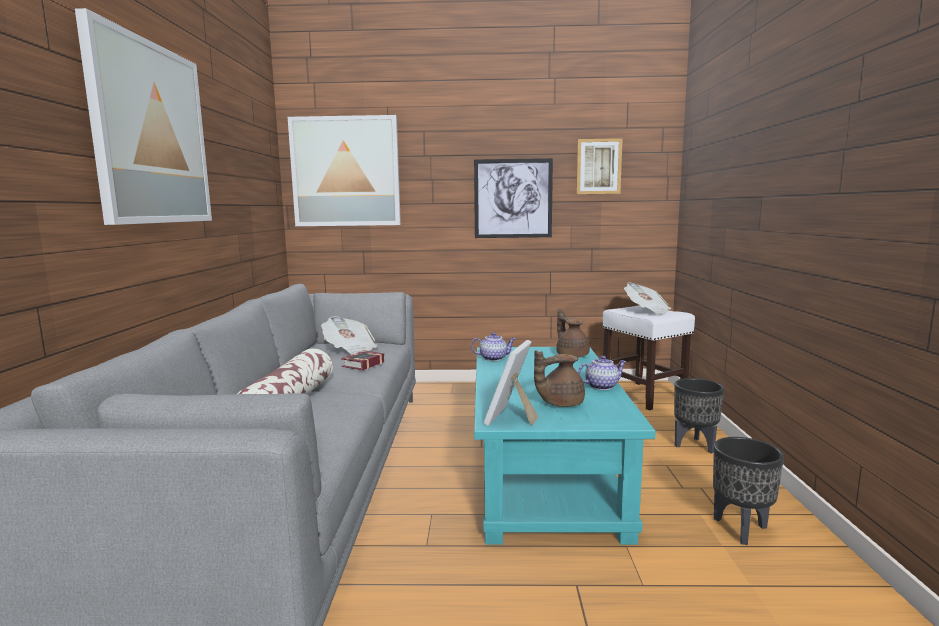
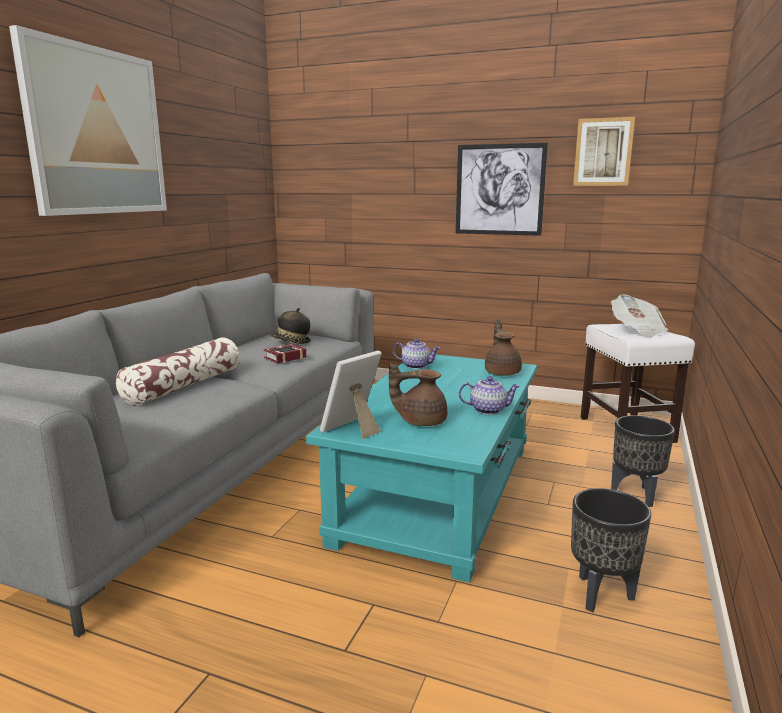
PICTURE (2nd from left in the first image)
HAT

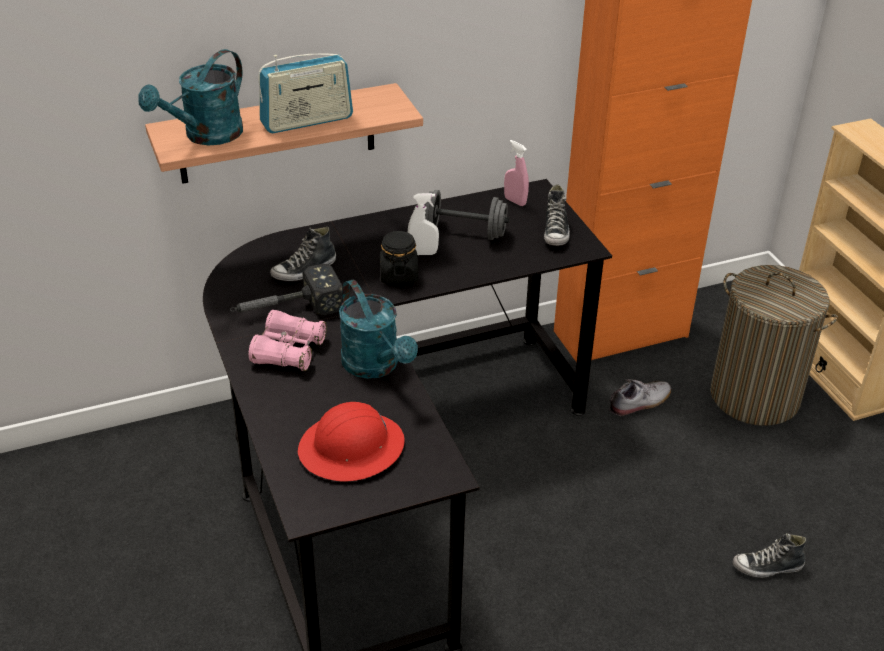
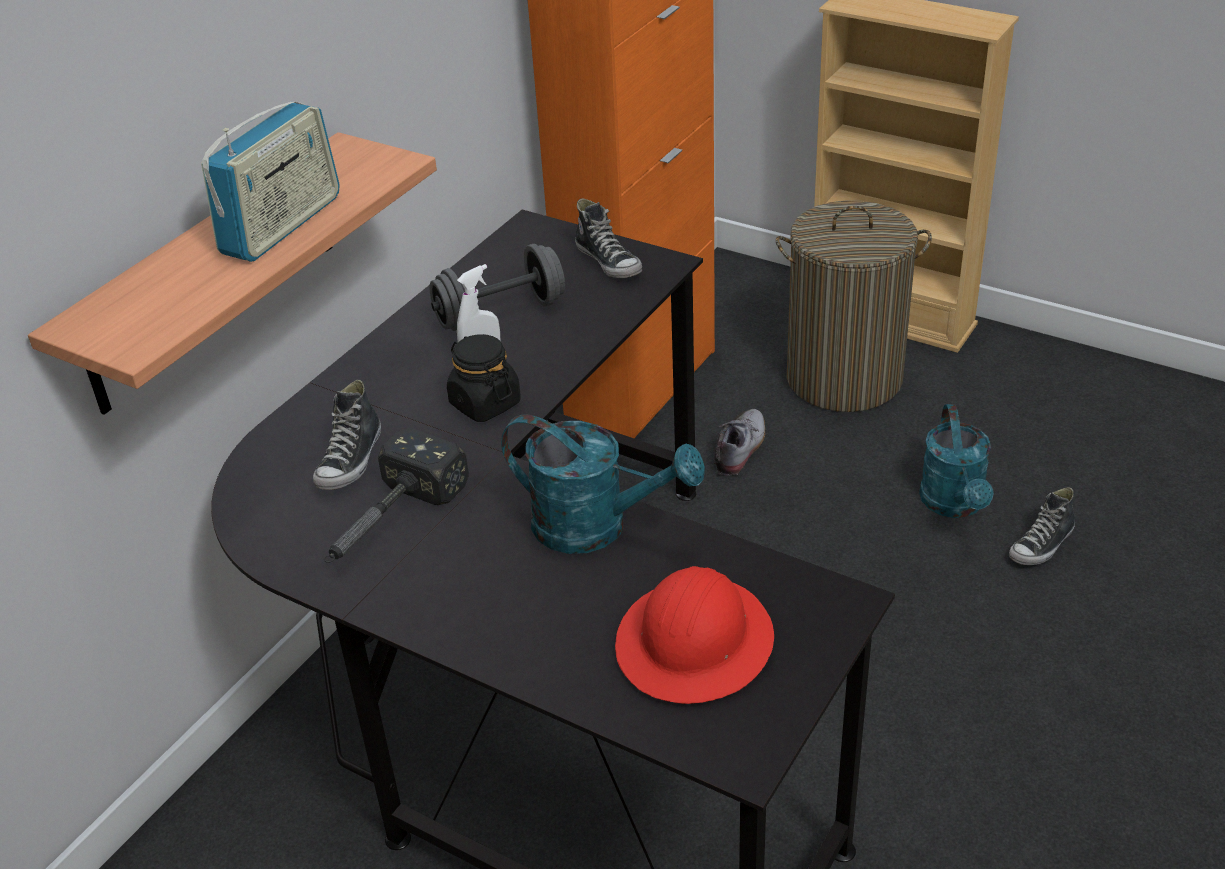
TURQUOISE WATERING CAN (2nd from left)
PINK BINOCULARS
PINK SPRAY BOTTLE

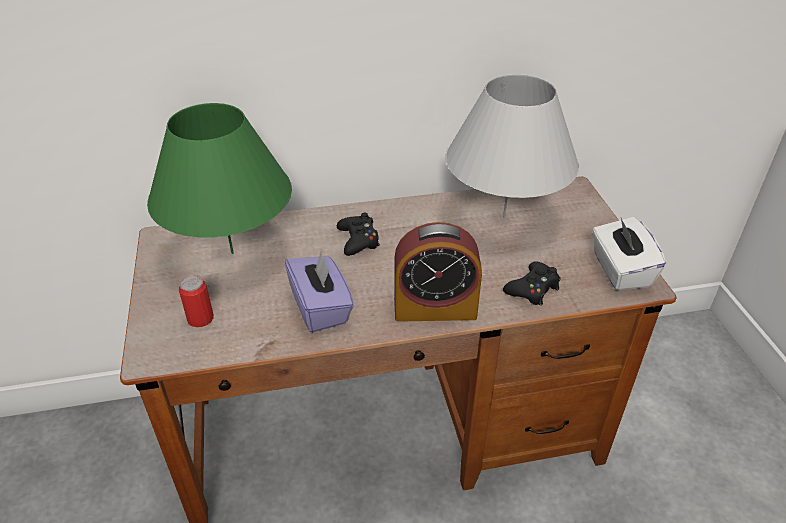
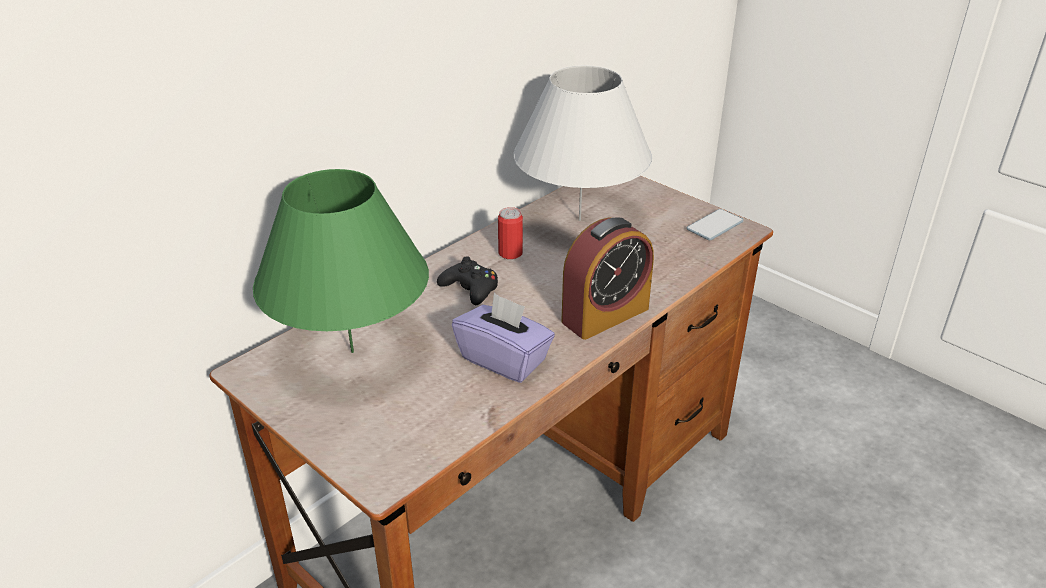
CAN
BLACK GAME CONTROLLER (2nd from left in the first image)
PHONE

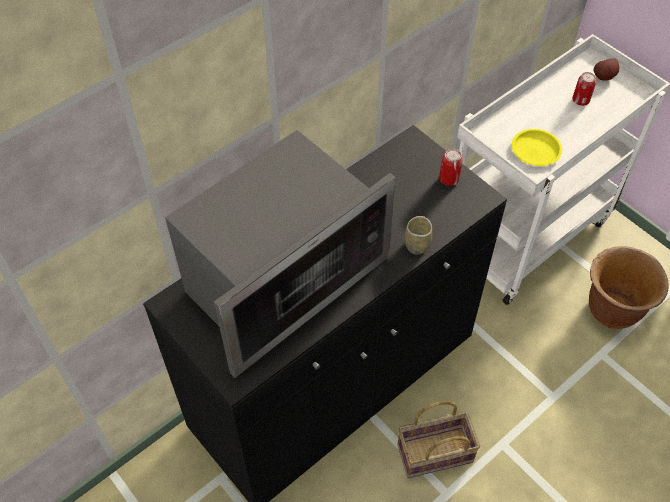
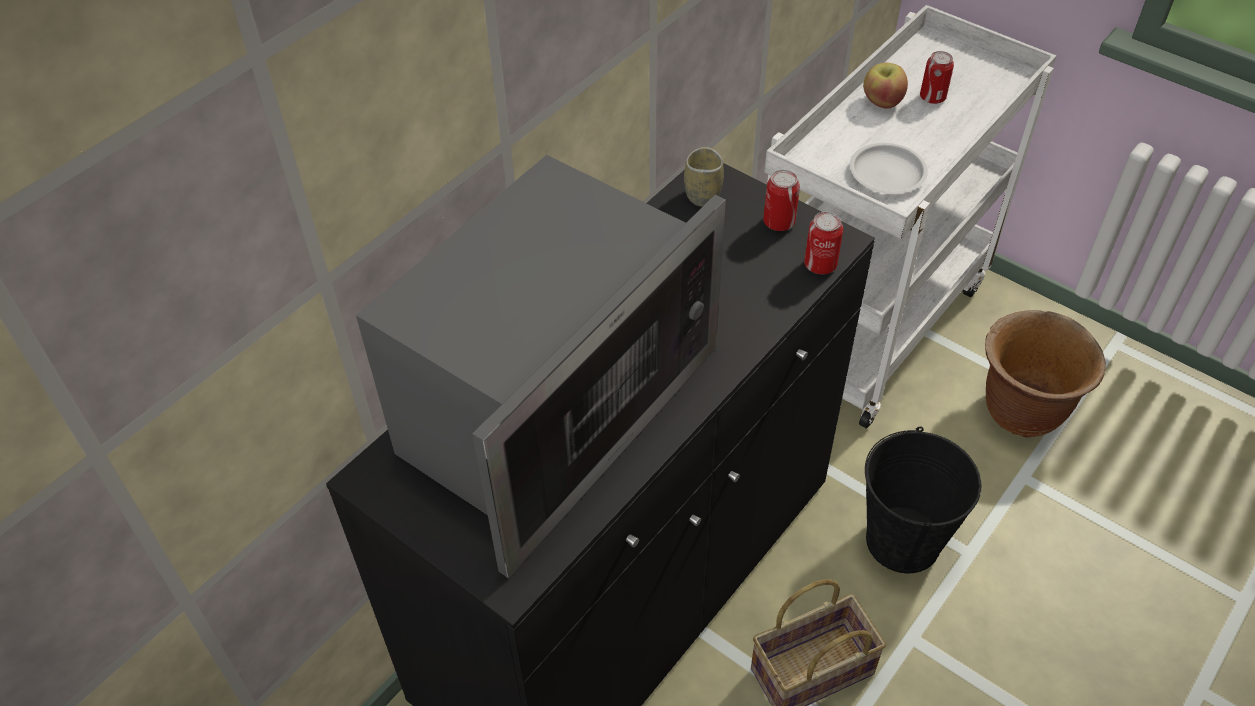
CUP
WHITE PLATE
POTATO
CAN (2nd from left)
APPLE
BLACK BUCKET

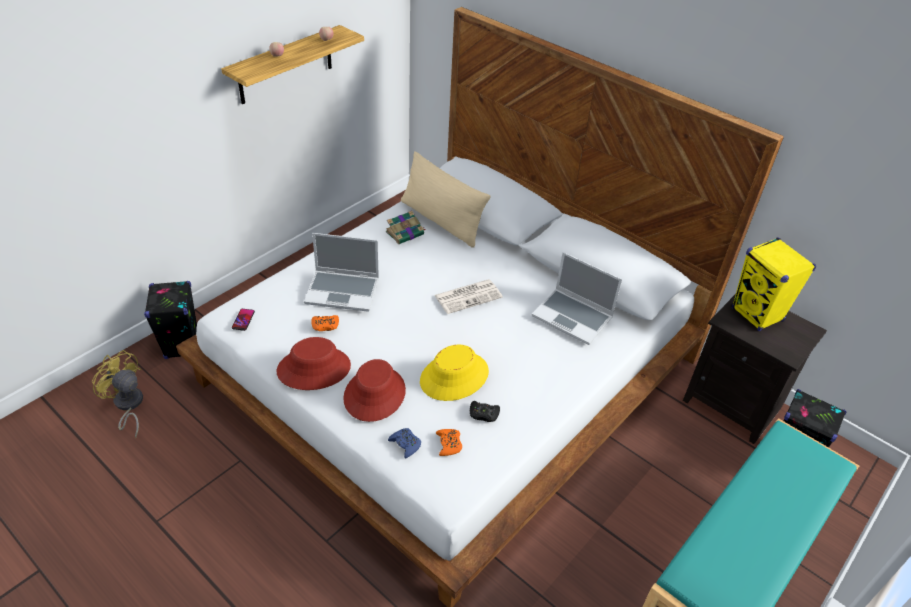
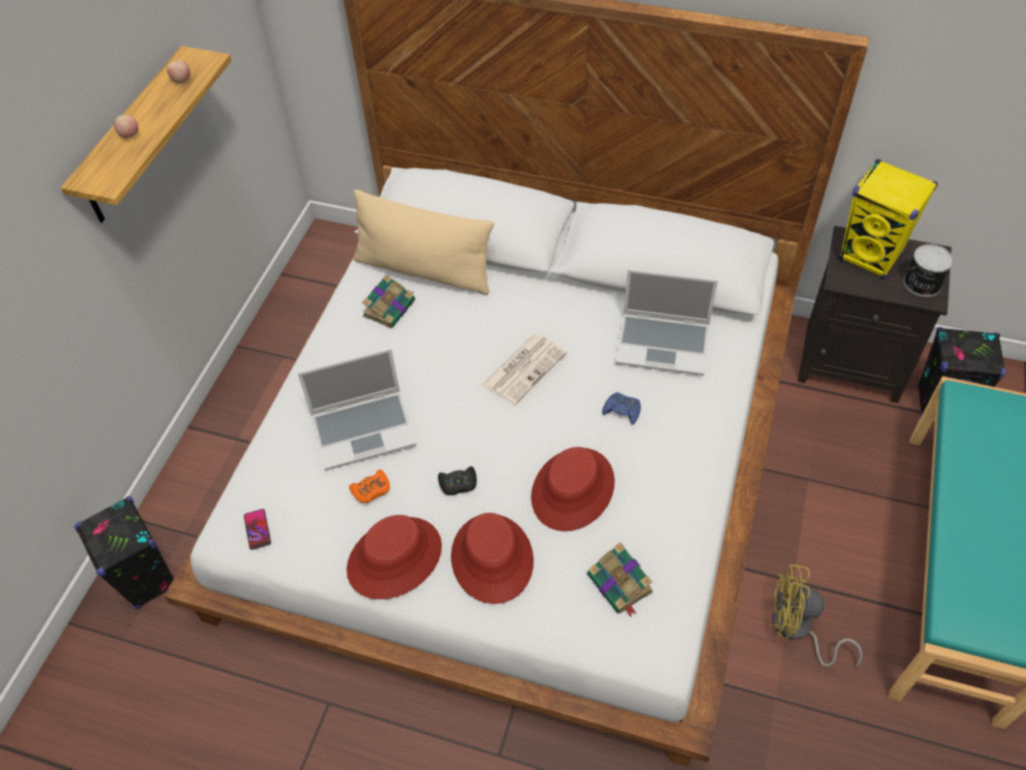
YELLOW FAN
BLUE GAME CONTROLLER
RED HAT (3rd from left)
BOOK (2nd from left)
BLACK GAME CONTROLLER
CAN

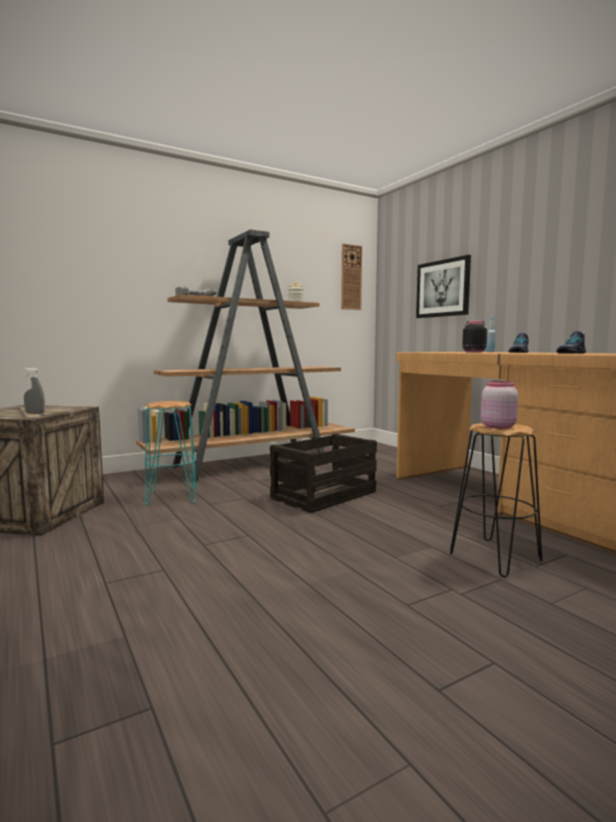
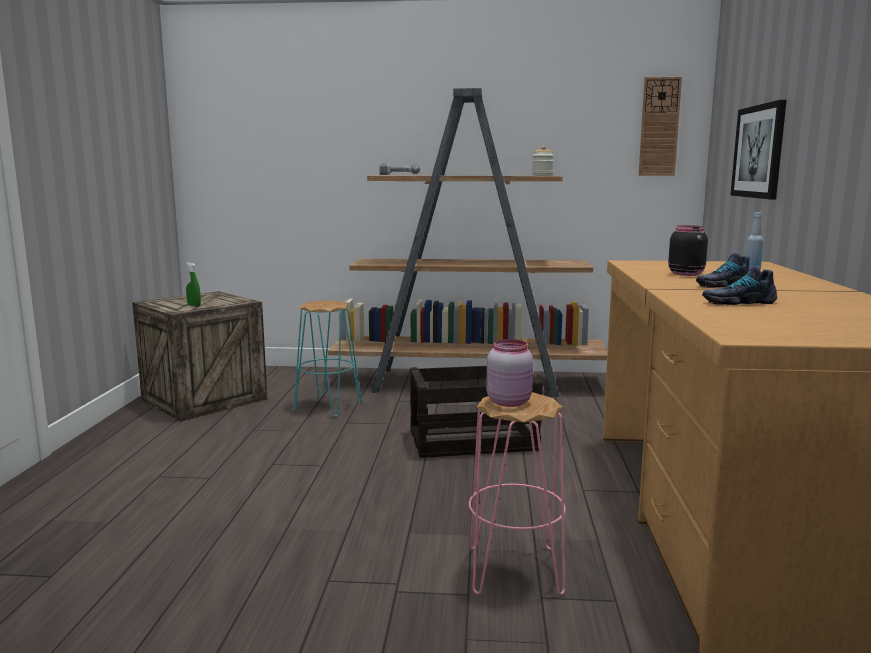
GREEN SPRAY BOTTLE
PINK STOOL

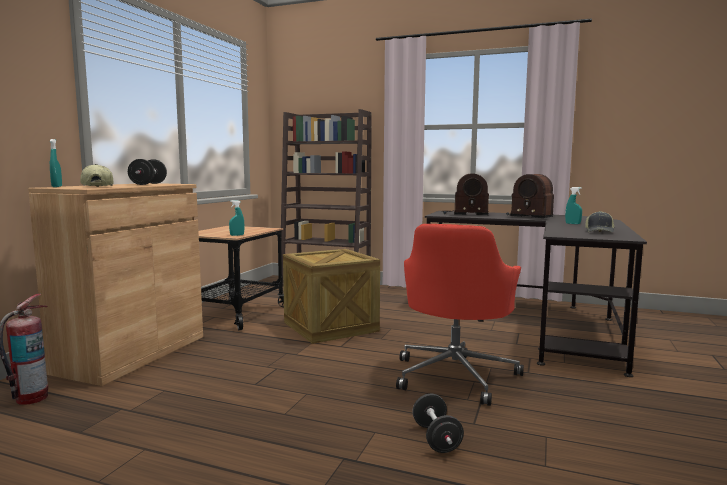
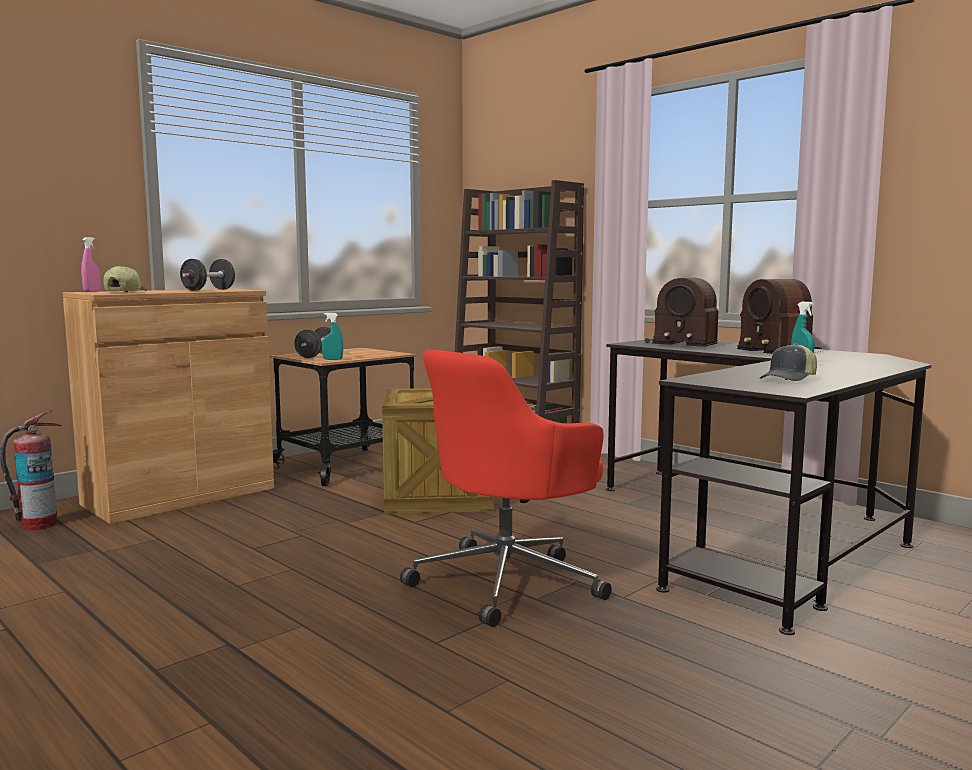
PINK SPRAY BOTTLE
BLACK DUMBBELL (2nd from left)

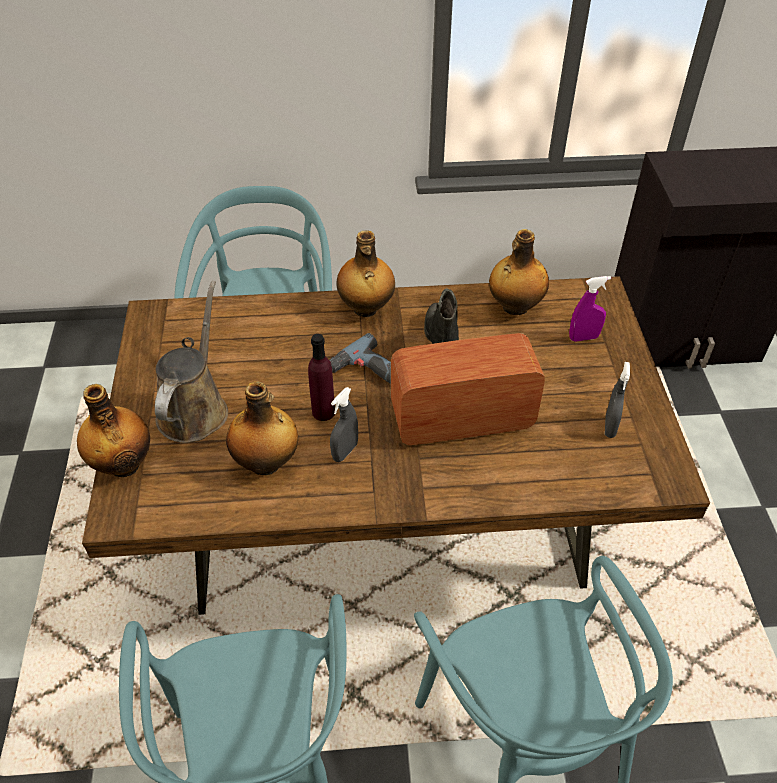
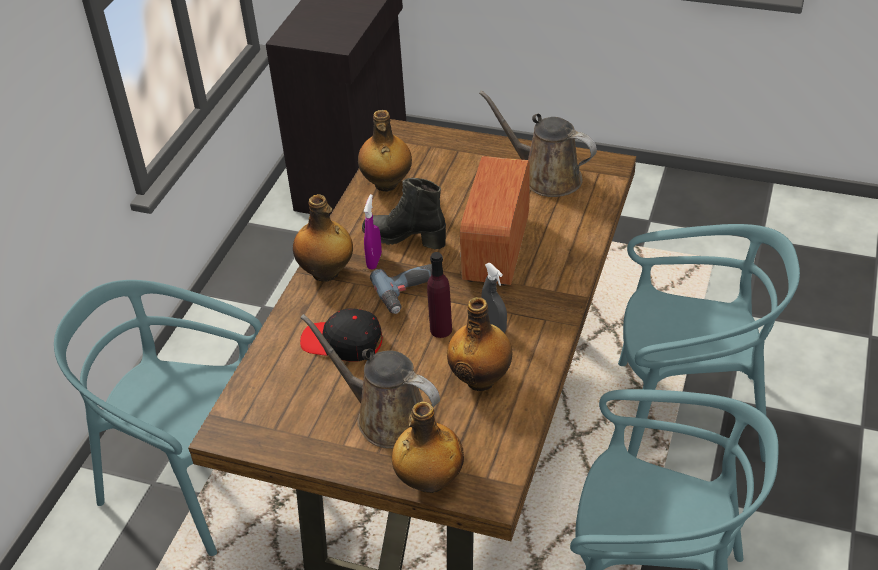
PURPLE SPRAY BOTTLE
BROWN WATERING CAN (2nd from left)
BLACK CAP

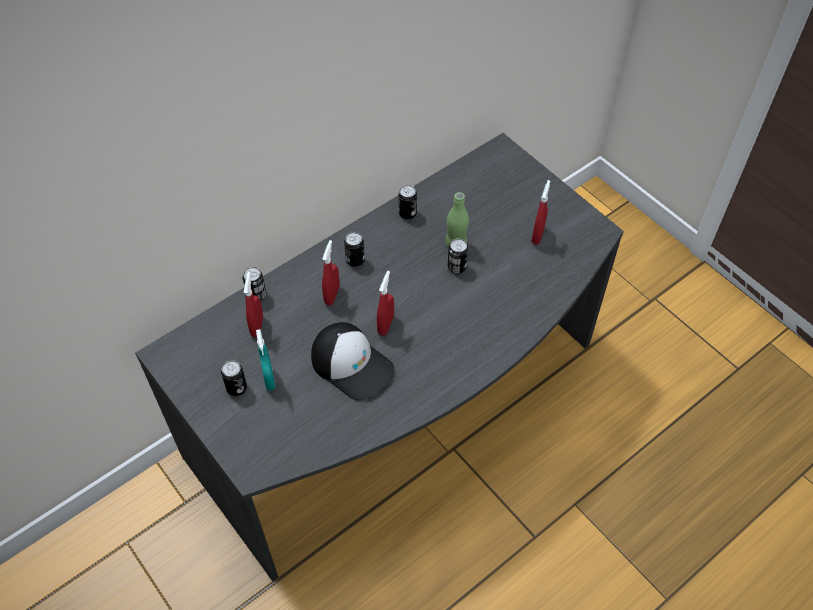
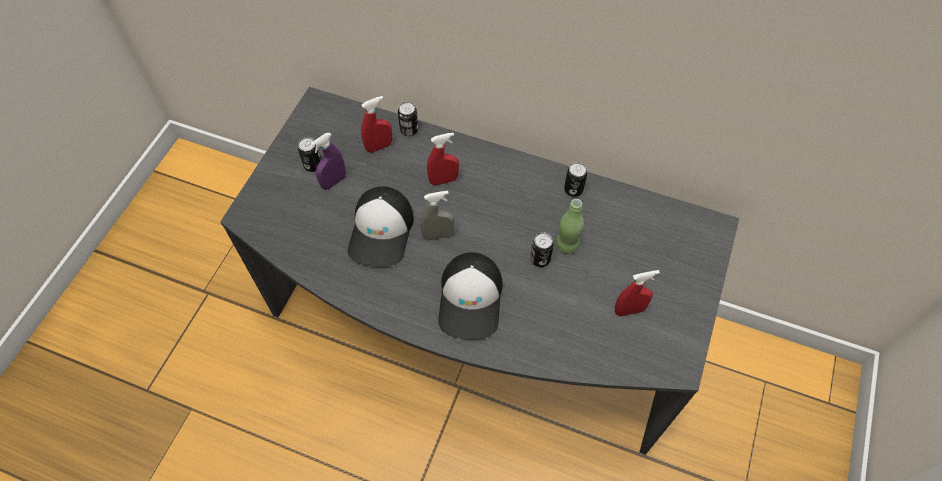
PURPLE SPRAY BOTTLE
CAN (3rd from left in the first image)
GREY SPRAY BOTTLE
CAP (2nd from left)

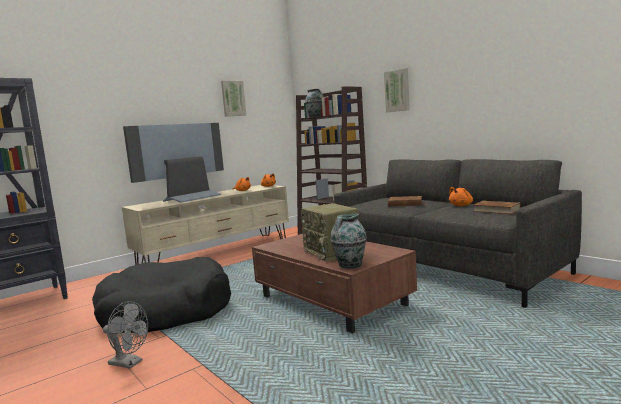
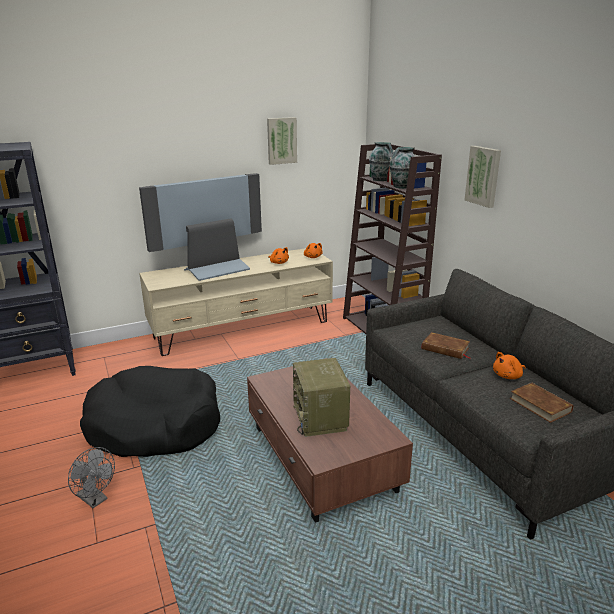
VASE (2nd from left)

